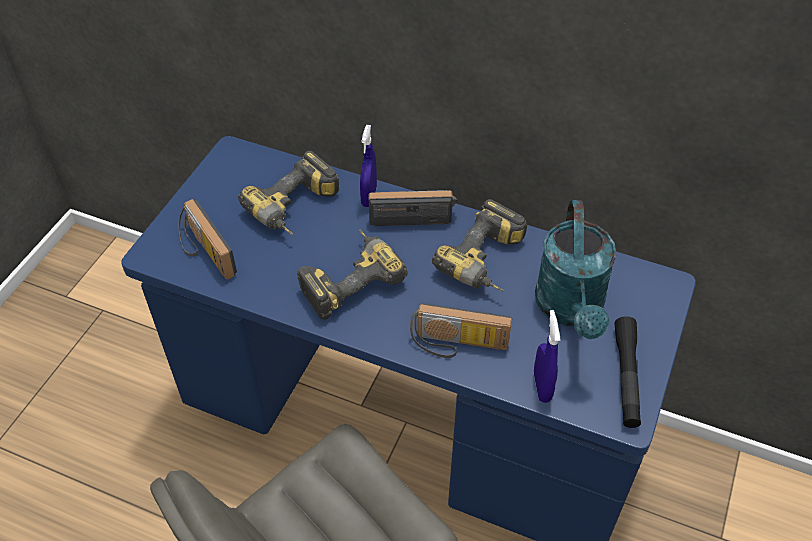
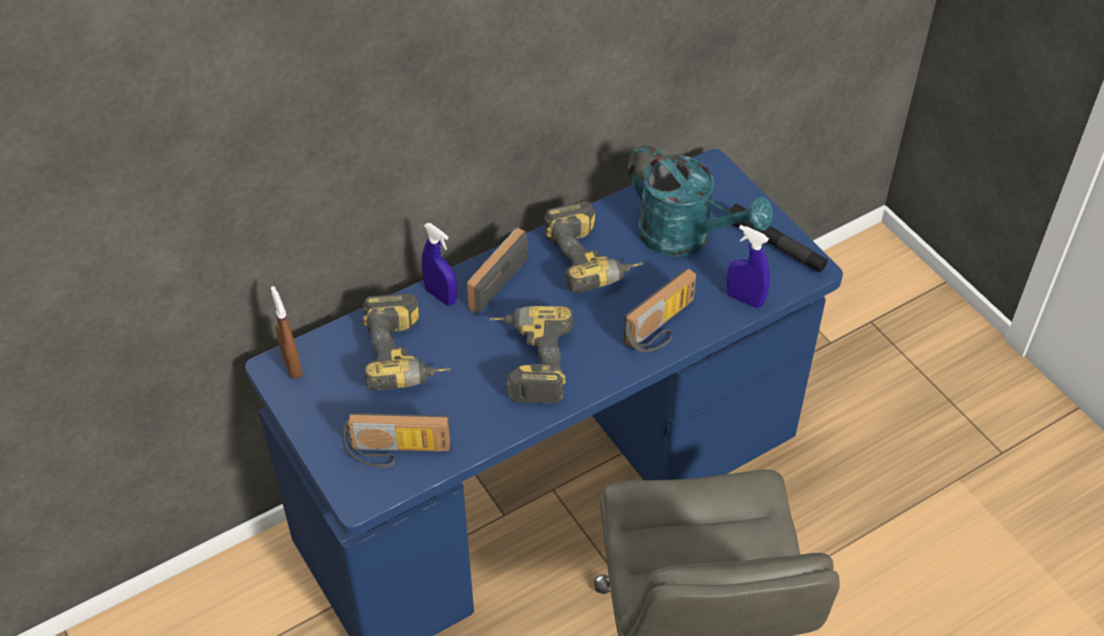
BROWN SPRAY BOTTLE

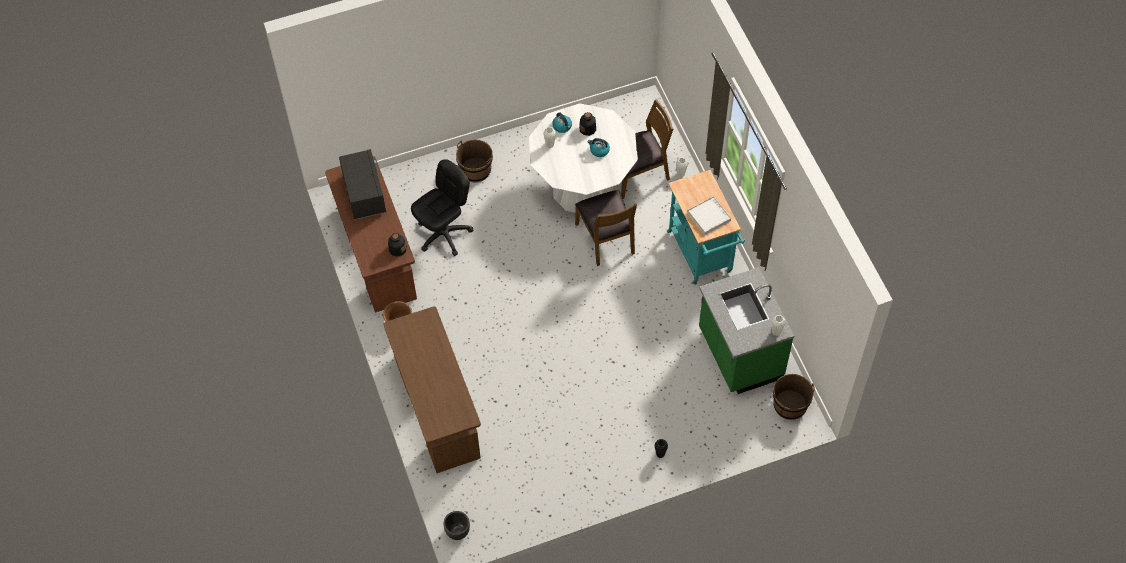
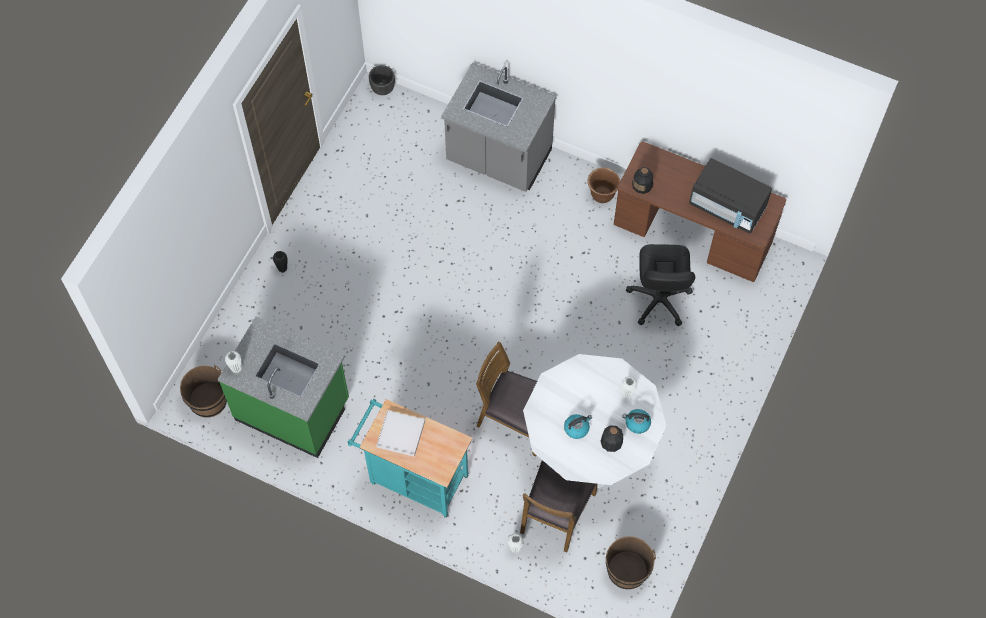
GREY COUNTER
BROWN BUCKET (2nd from left)

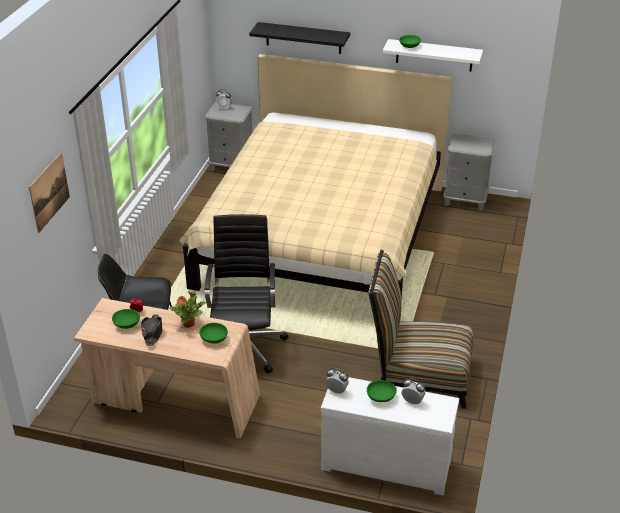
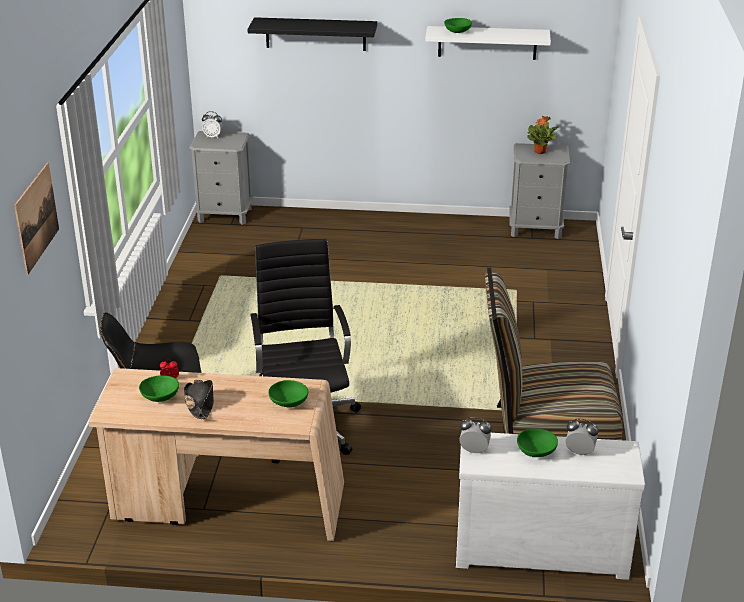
POTTED PLANT
BEIGE BED

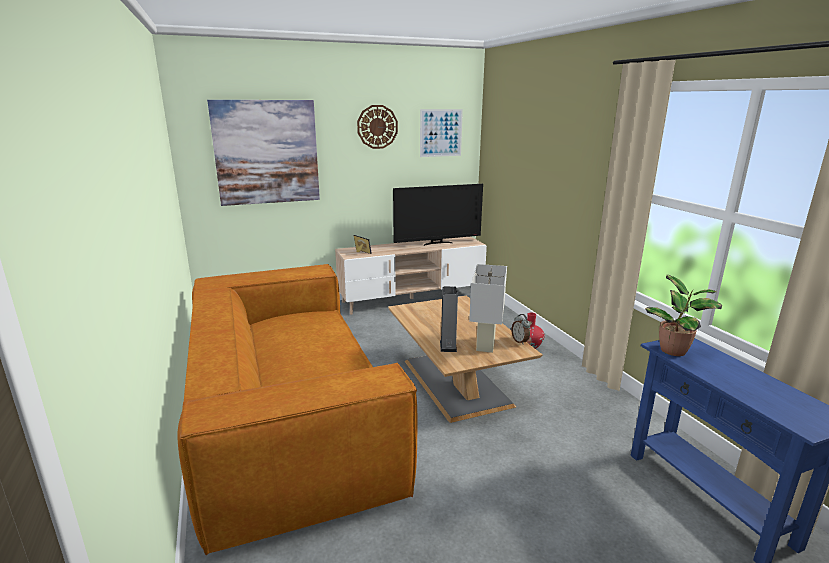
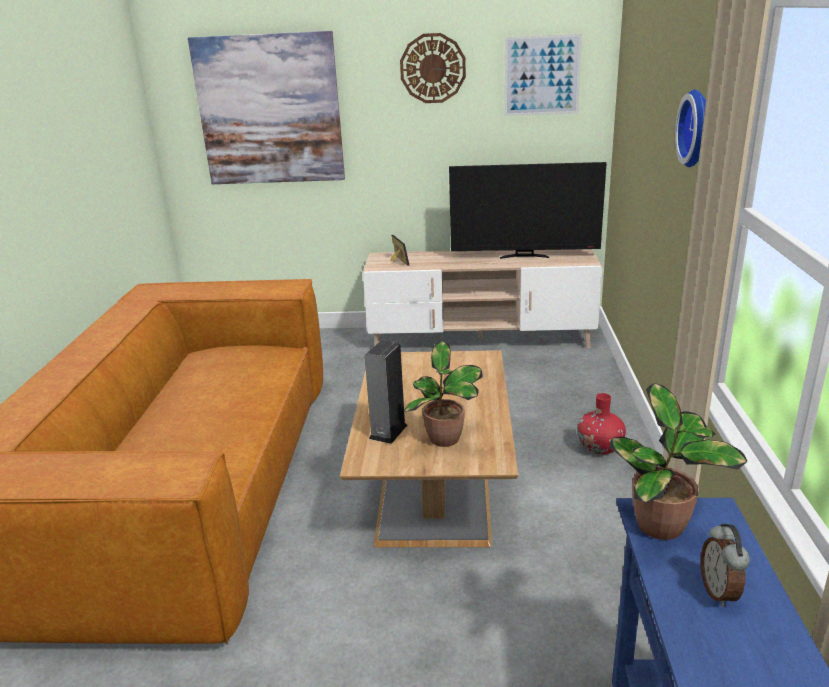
POTTED PLANT (1st from left)
ALARM CLOCK
WALL CLOCK (2nd from left)

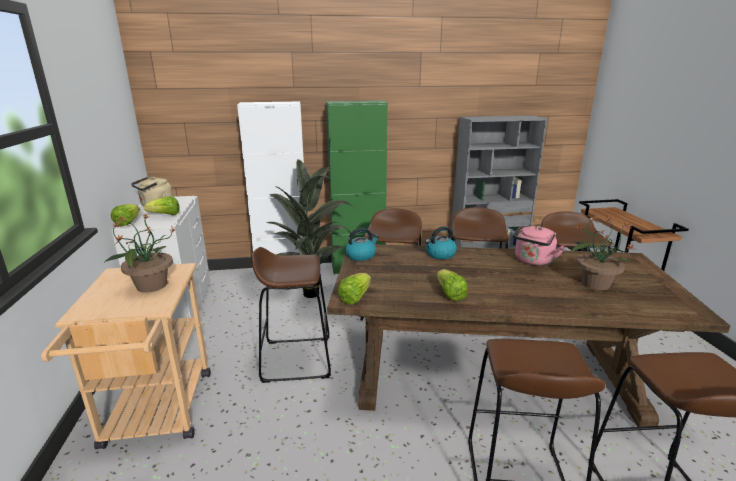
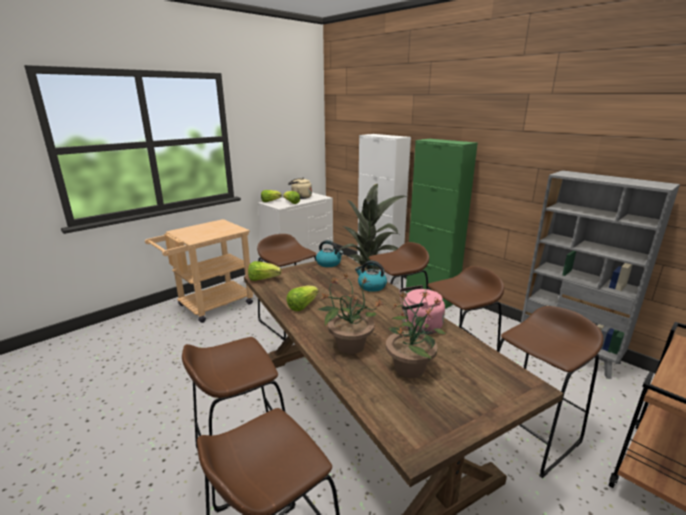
POTTED PLANT (1st from left)

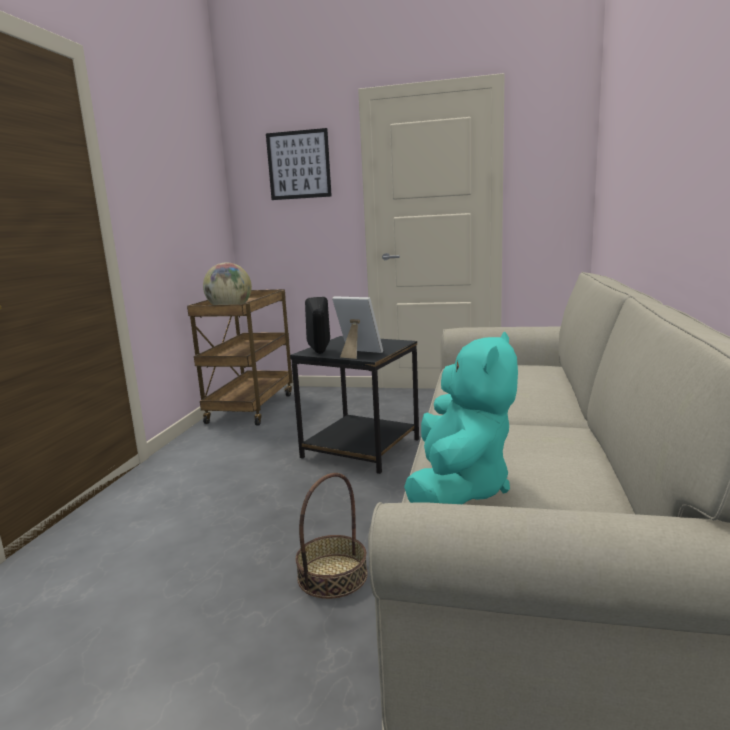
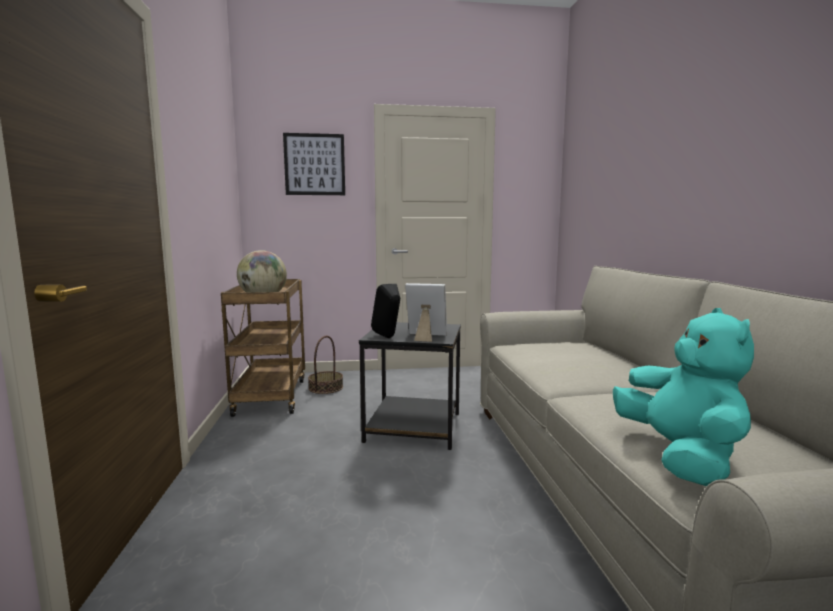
BASKET

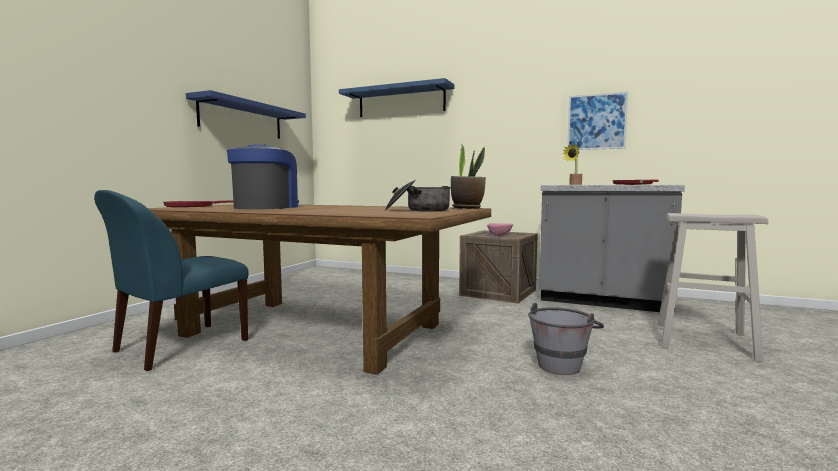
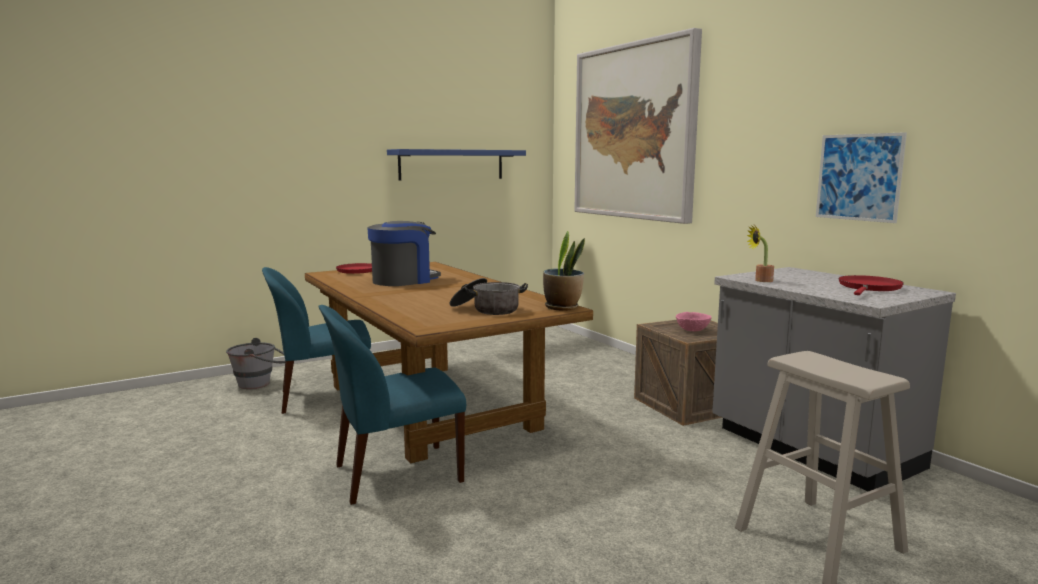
PICTURE (1st from left)
GREY BUCKET
BLUE CHAIR (2nd from left)

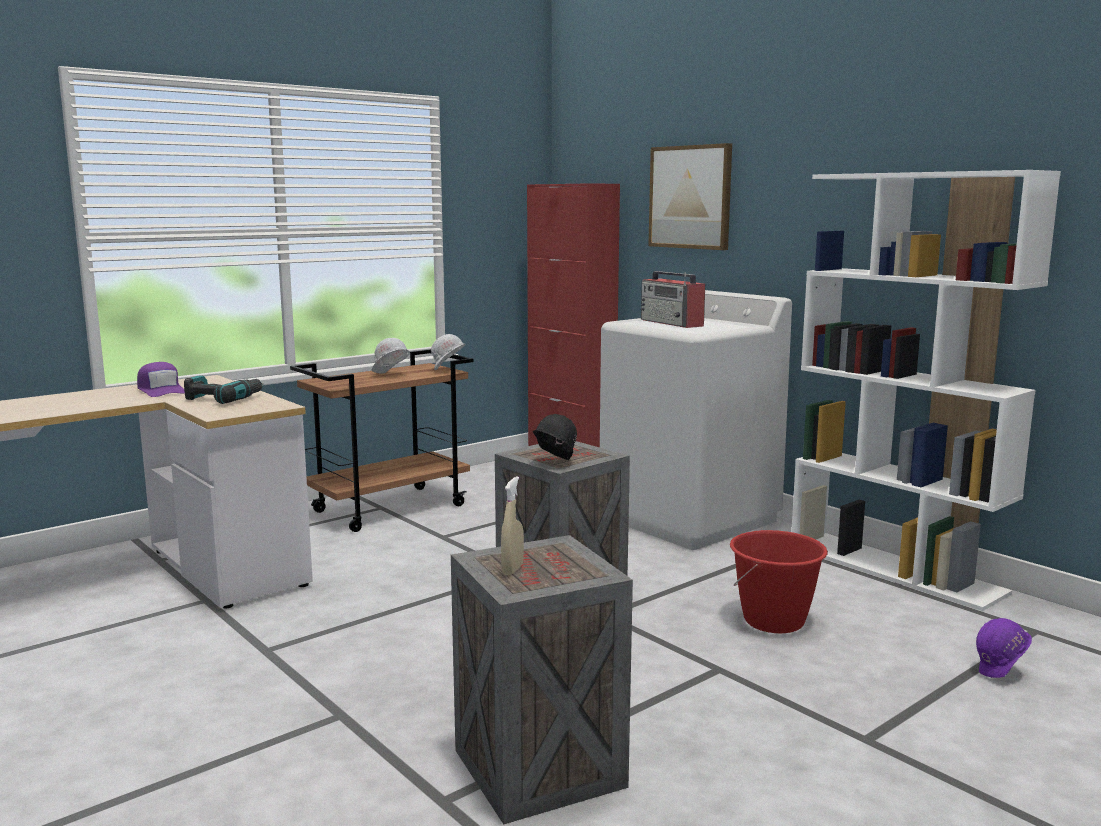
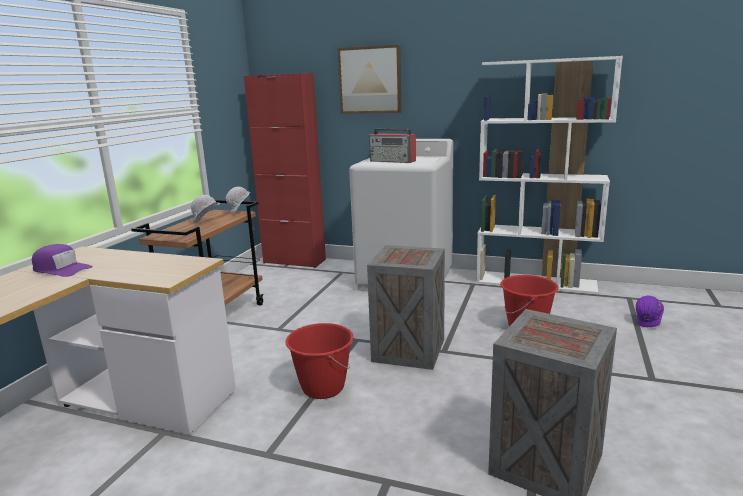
POWER DRILL
BEIGE SPRAY BOTTLE
BLACK HARD HAT
RED BUCKET (1st from left)

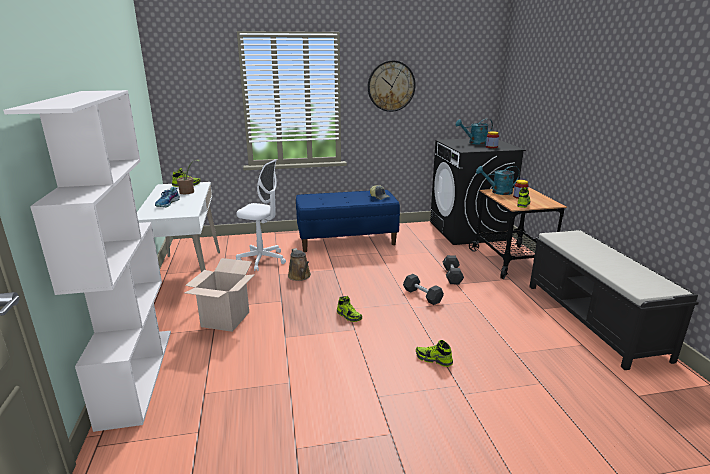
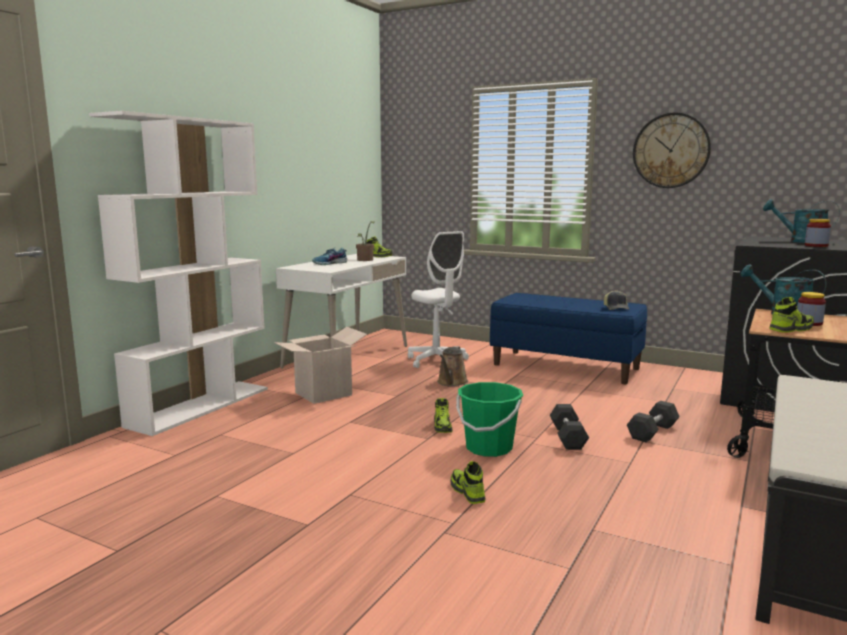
GREEN BUCKET

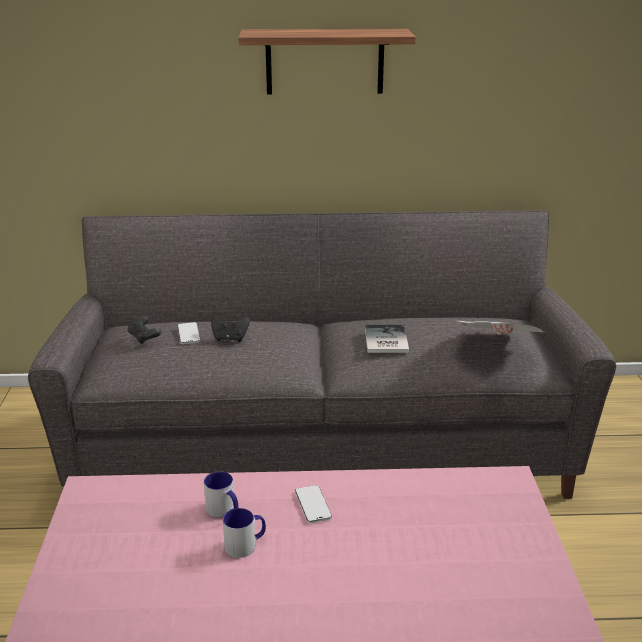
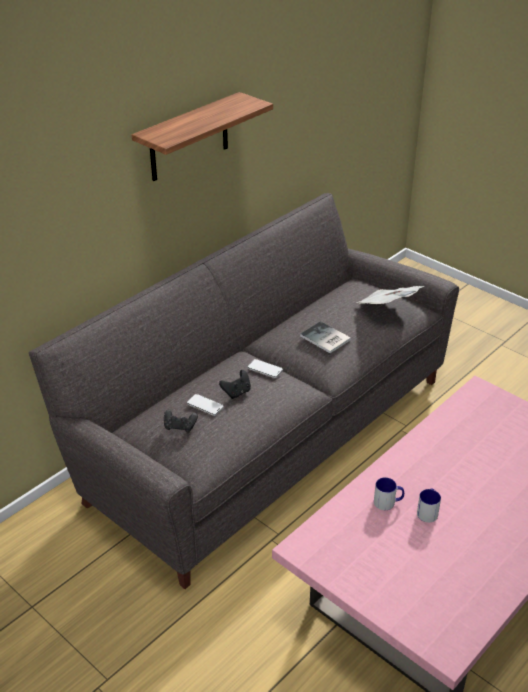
PHONE (2nd from left)

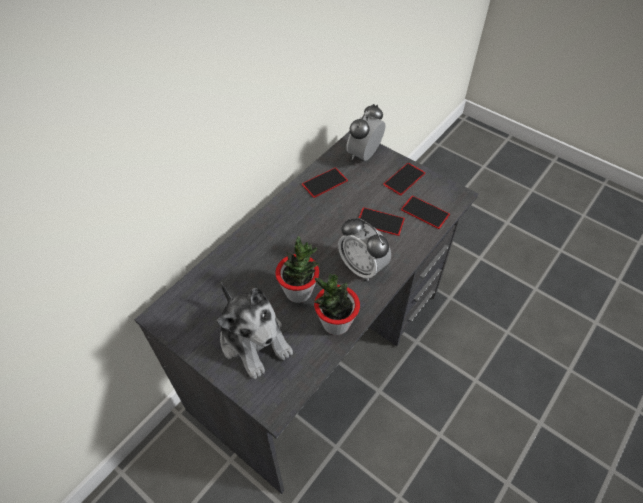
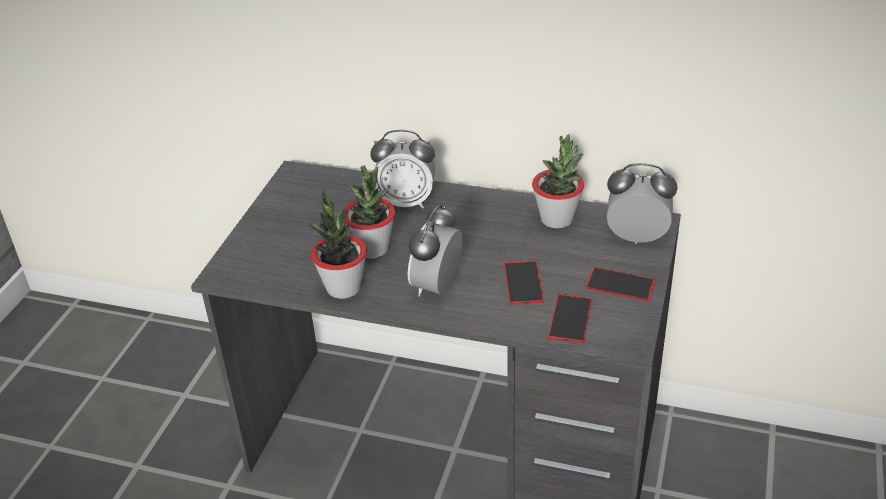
PLUSH TOY
POTTED PLANT (3rd from left)
ALARM CLOCK (1st from left)

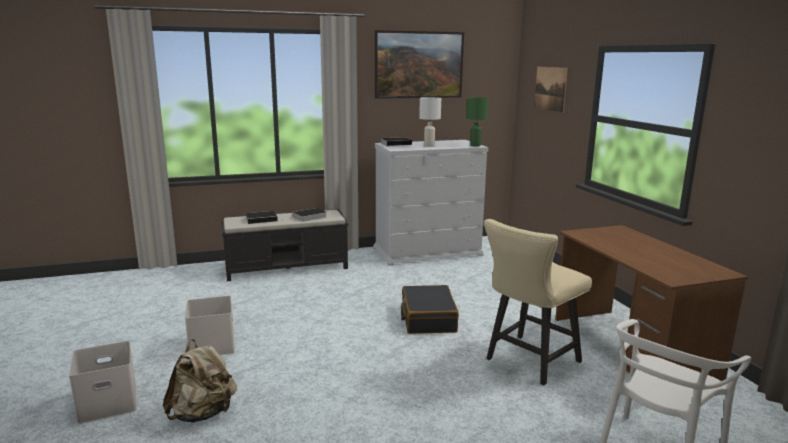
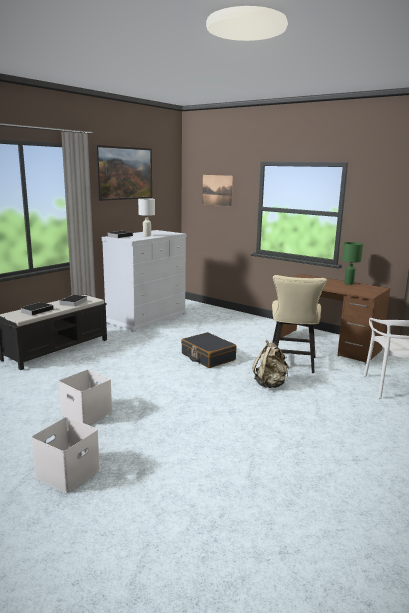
BEIGE BACKPACK
GREEN TABLE LAMP

